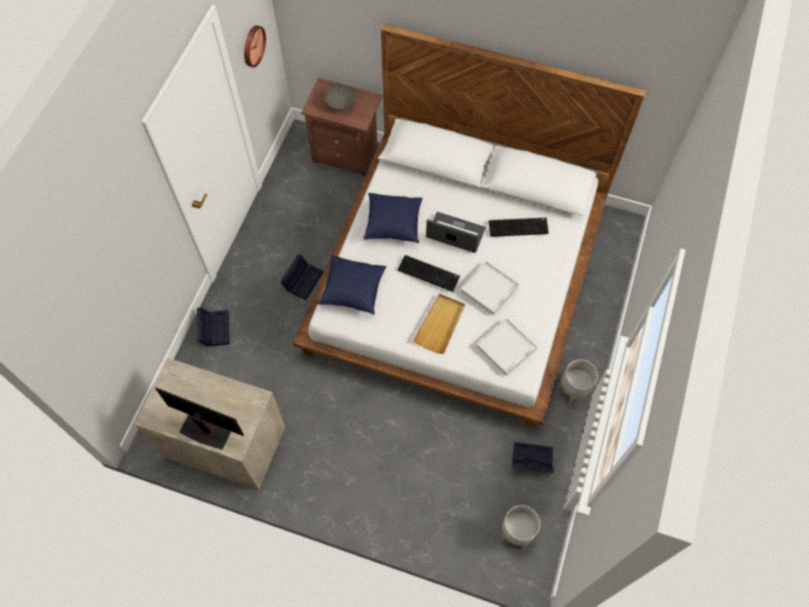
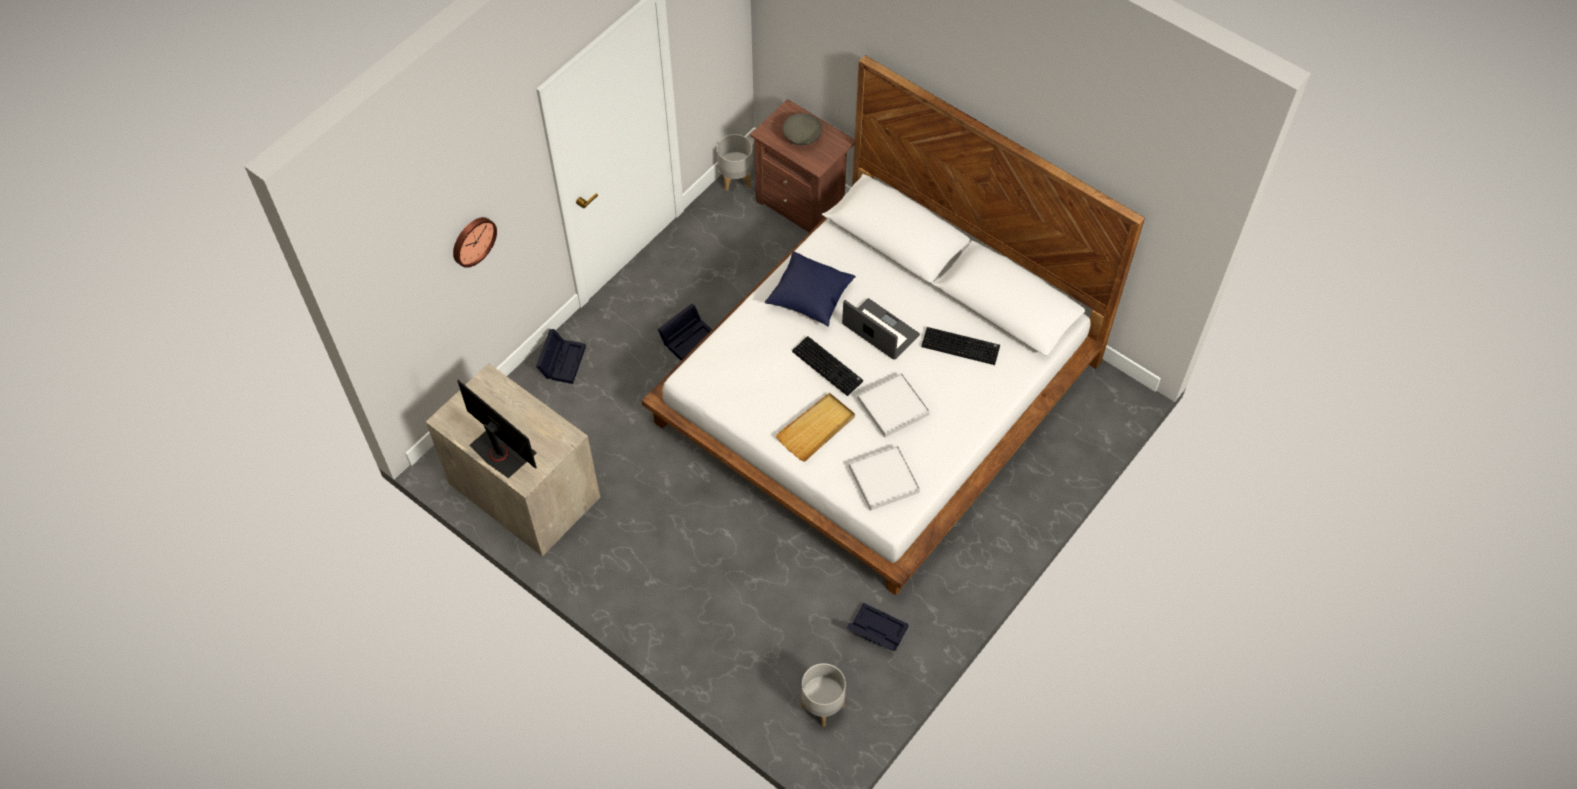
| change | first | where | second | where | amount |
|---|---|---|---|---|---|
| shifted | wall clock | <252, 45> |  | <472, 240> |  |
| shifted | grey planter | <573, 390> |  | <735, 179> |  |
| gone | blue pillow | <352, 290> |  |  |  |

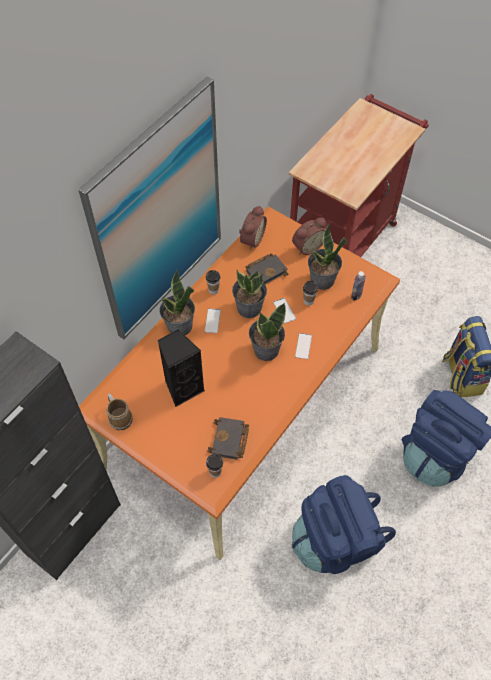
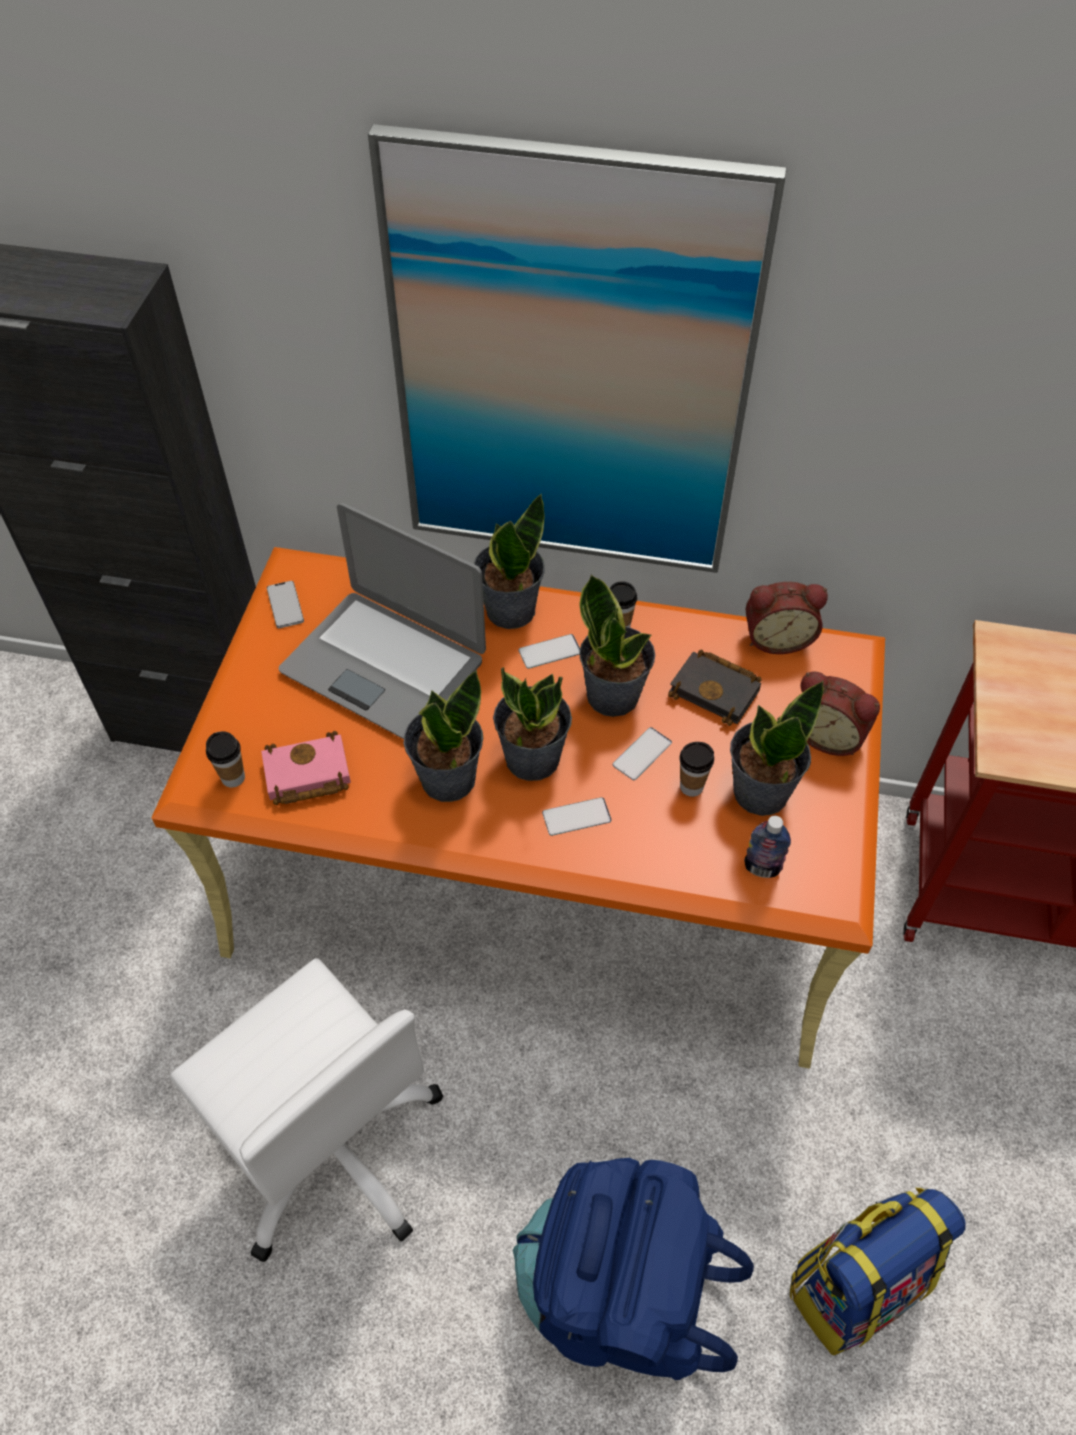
| change | first | where | second | where | amount |
|---|---|---|---|---|---|
| swapped | blue backpack | <335, 540> | white office chair | <331, 1145> |  |
| repainted | black book | <230, 441> | pink book | <305, 776> |  |
| swapped | mug | <120, 417> | phone | <285, 605> |  |
| swapped | black speaker | <183, 387> | laptop | <384, 664> |  |
| new |  |  | potted plant | <447, 778> |  |

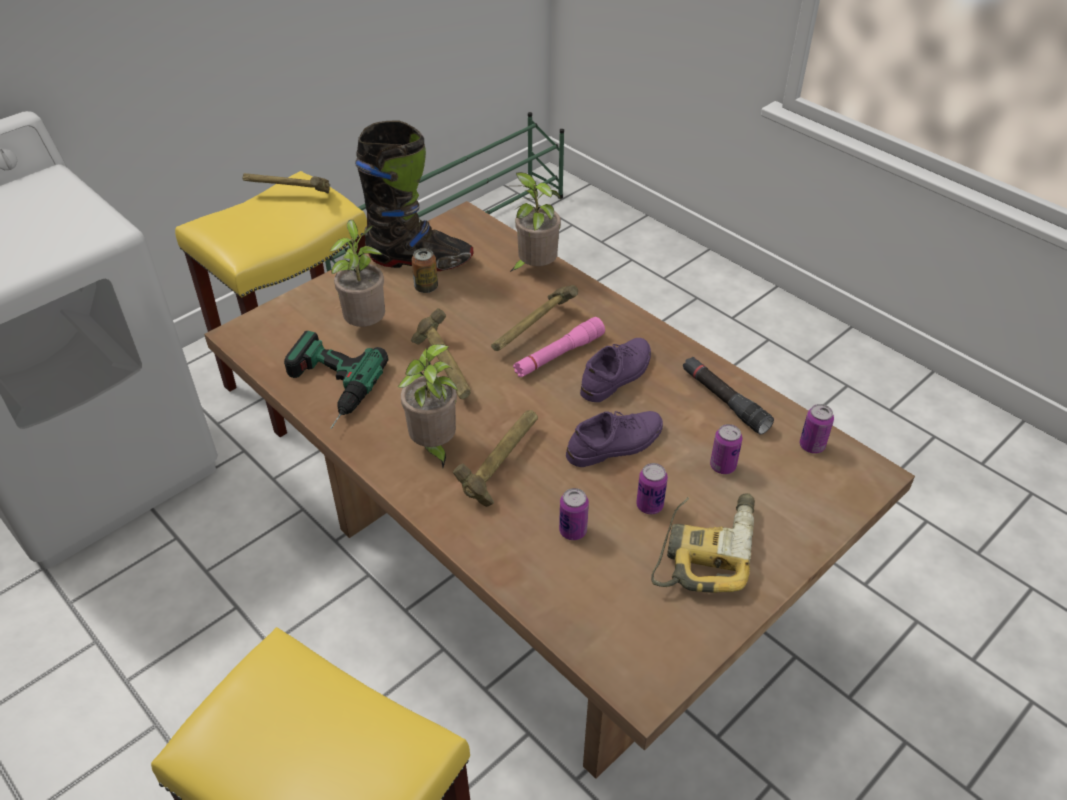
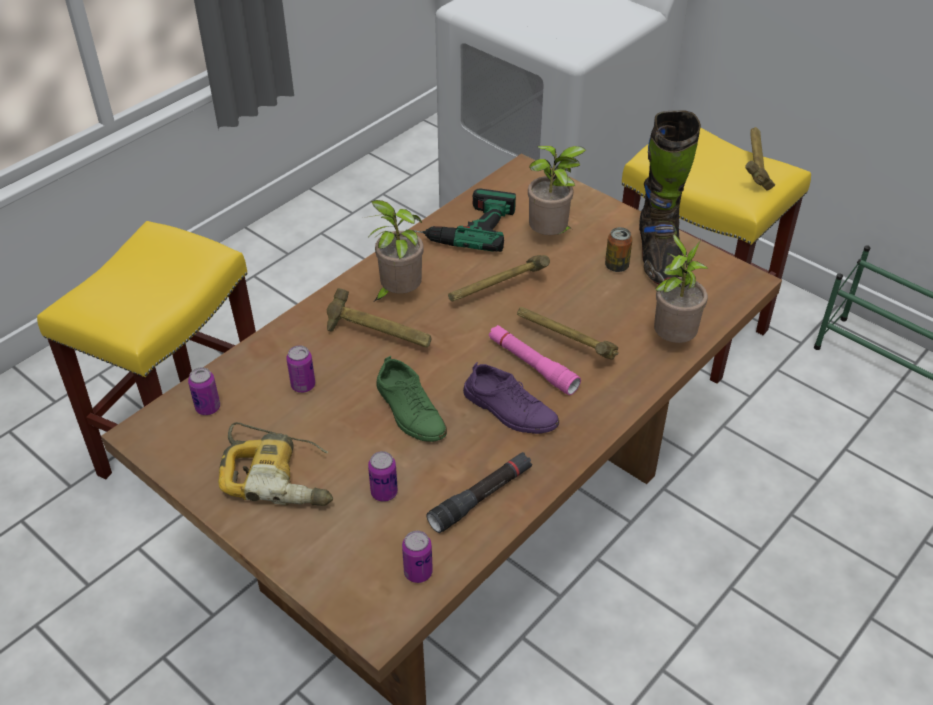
| change | first | where | second | where | amount |
|---|---|---|---|---|---|
| shifted | can | <649, 505> |  | <208, 408> |  |
| repainted | purple shoe | <615, 444> | green shoe | <410, 411> |  |

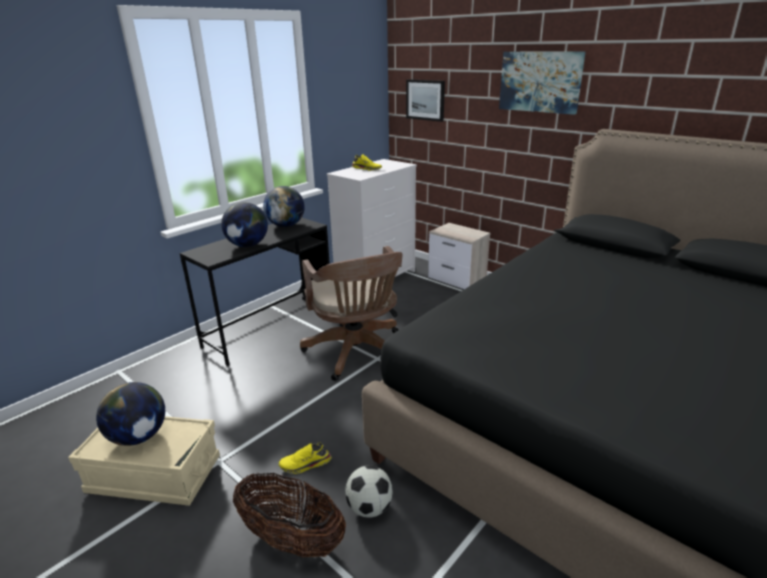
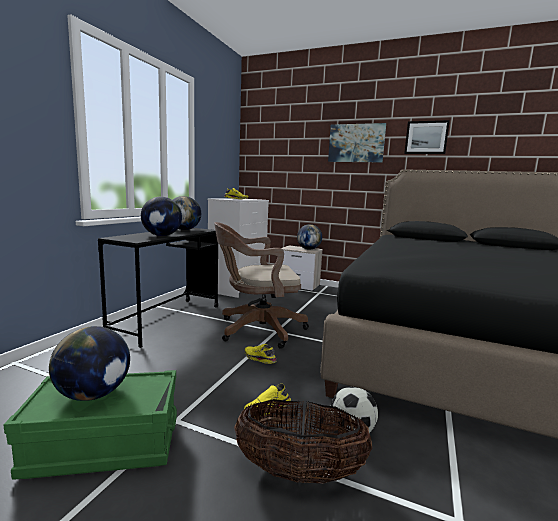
| change | first | where | second | where | amount |
|---|---|---|---|---|---|
| repainted | beige storage box | <155, 475> | green storage box | <105, 445> |  |
| rotated | brown office chair | <357, 353> |  | <257, 329> | 120 degrees clockwise |
| new |  |  | yellow shoe | <259, 358> |  |
| new |  |  | globe | <308, 249> |  |
| shifted | picture | <425, 100> |  | <426, 137> |  |

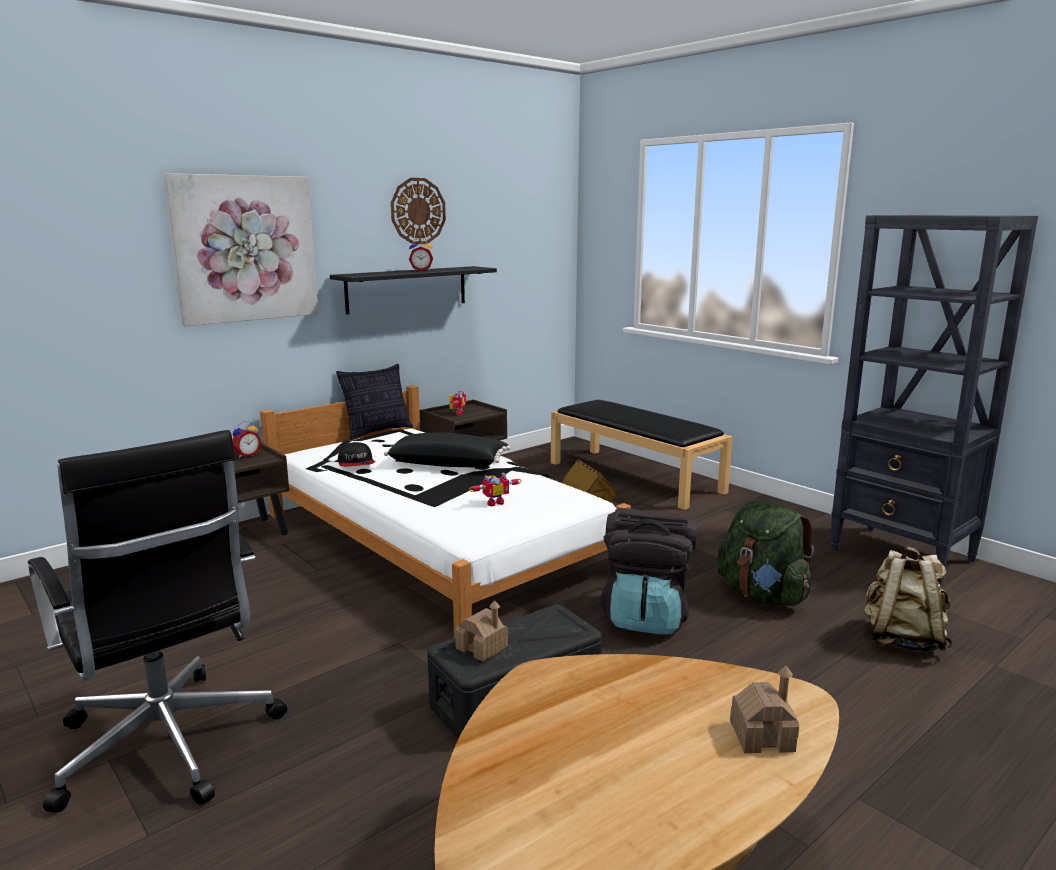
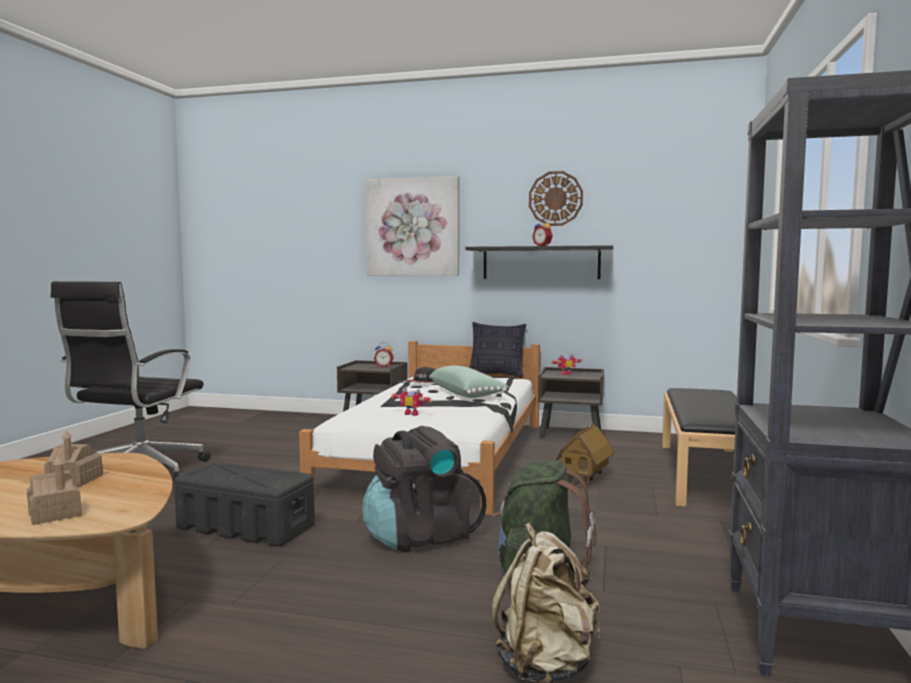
| change | first | where | second | where | amount |
|---|---|---|---|---|---|
| shifted | toy house | <482, 647> |  | <75, 480> |  |
| repainted | black pillow | <448, 464> | green pillow | <466, 394> |  |

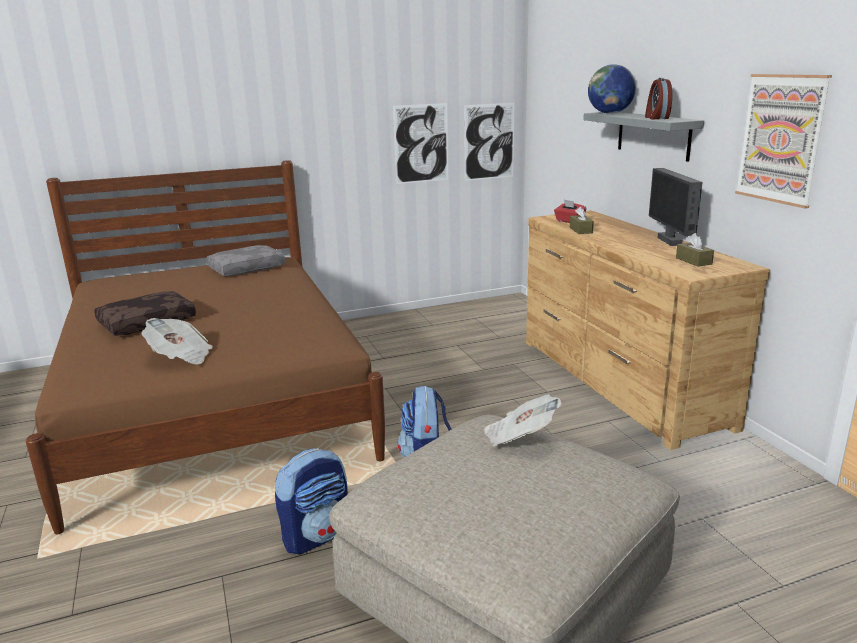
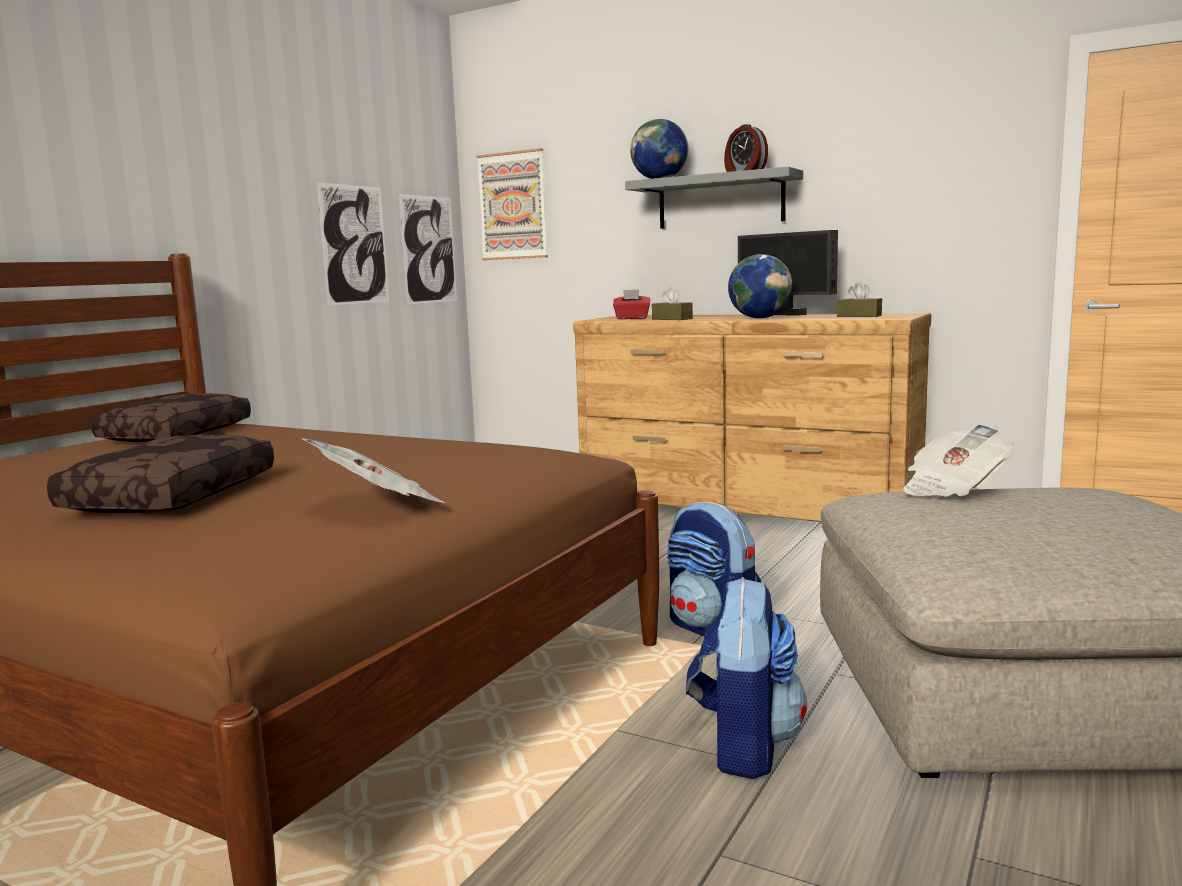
| change | first | where | second | where | amount |
|---|---|---|---|---|---|
| repainted | grey pillow | <247, 268> | brown pillow | <176, 434> |  |
| shifted | picture | <781, 139> |  | <513, 206> |  |
| new |  |  | globe | <760, 318> |  |

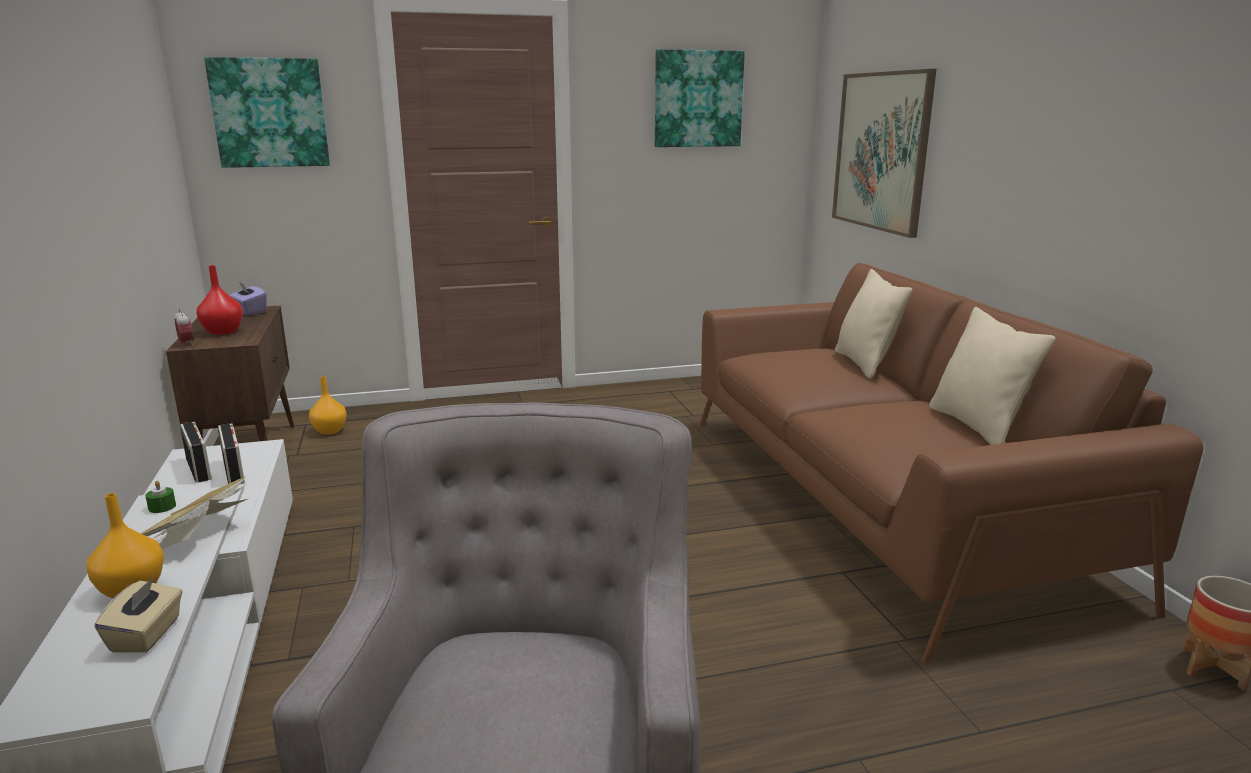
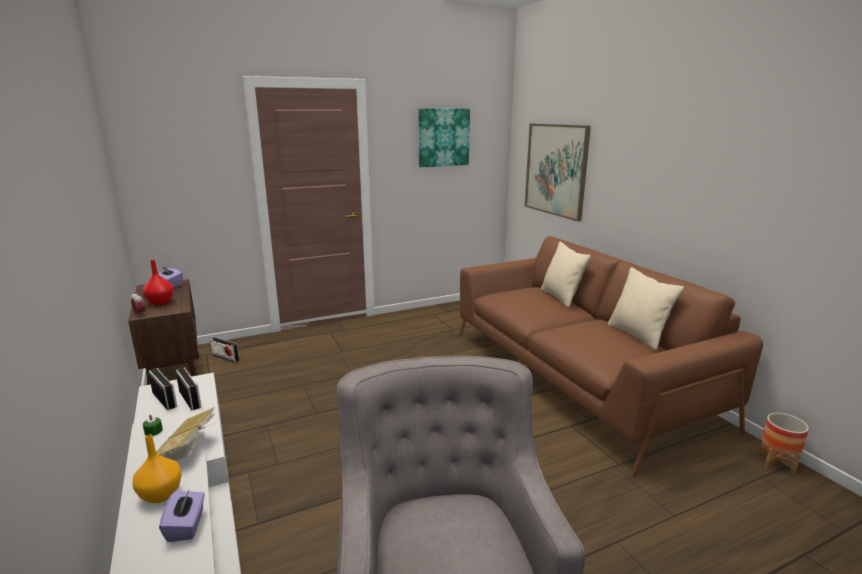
| change | first | where | second | where | amount |
|---|---|---|---|---|---|
| repainted | beige tissue box | <147, 635> | purple tissue box | <186, 526> |  |
| swapped | orange vase | <330, 431> | radio | <225, 358> |  |
| gone | picture | <270, 113> |  |  |  |

